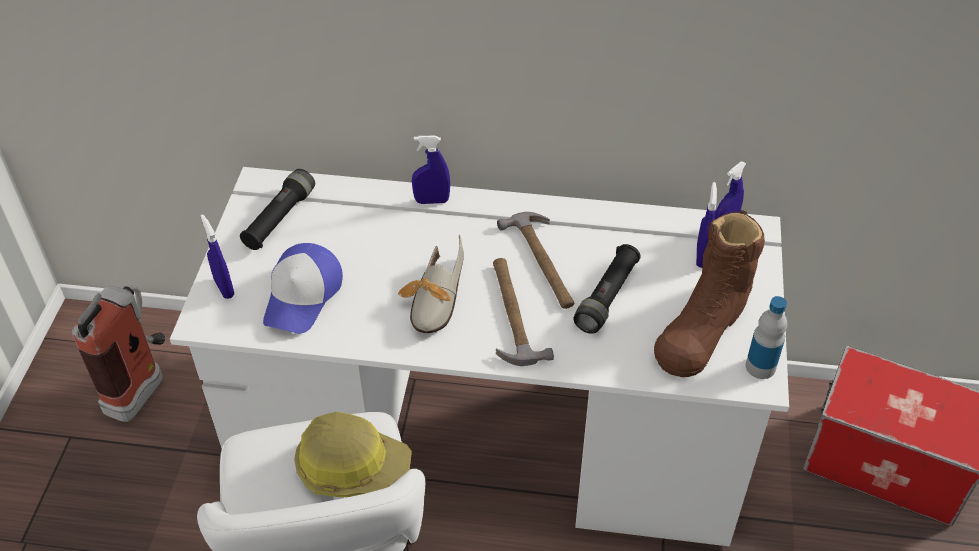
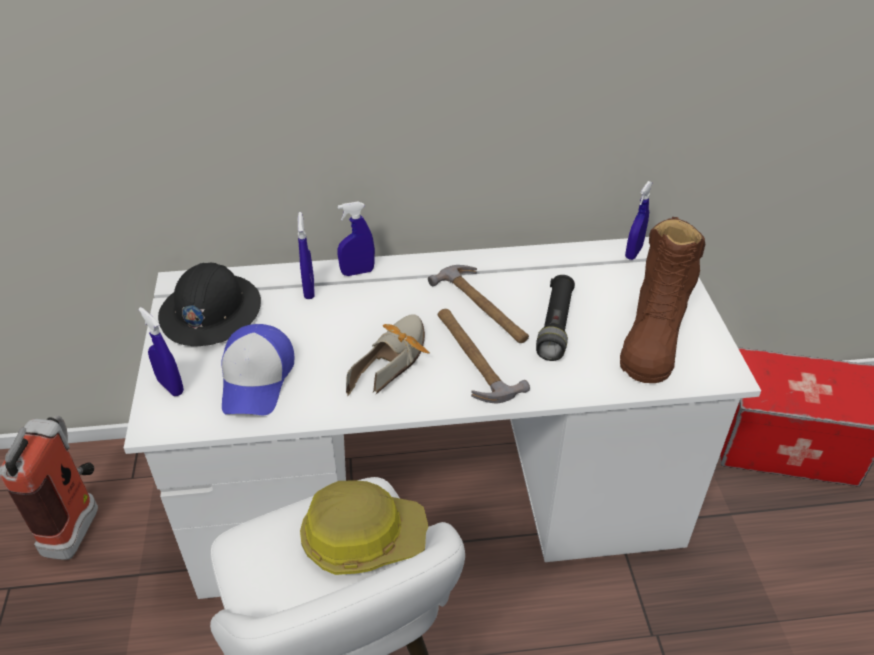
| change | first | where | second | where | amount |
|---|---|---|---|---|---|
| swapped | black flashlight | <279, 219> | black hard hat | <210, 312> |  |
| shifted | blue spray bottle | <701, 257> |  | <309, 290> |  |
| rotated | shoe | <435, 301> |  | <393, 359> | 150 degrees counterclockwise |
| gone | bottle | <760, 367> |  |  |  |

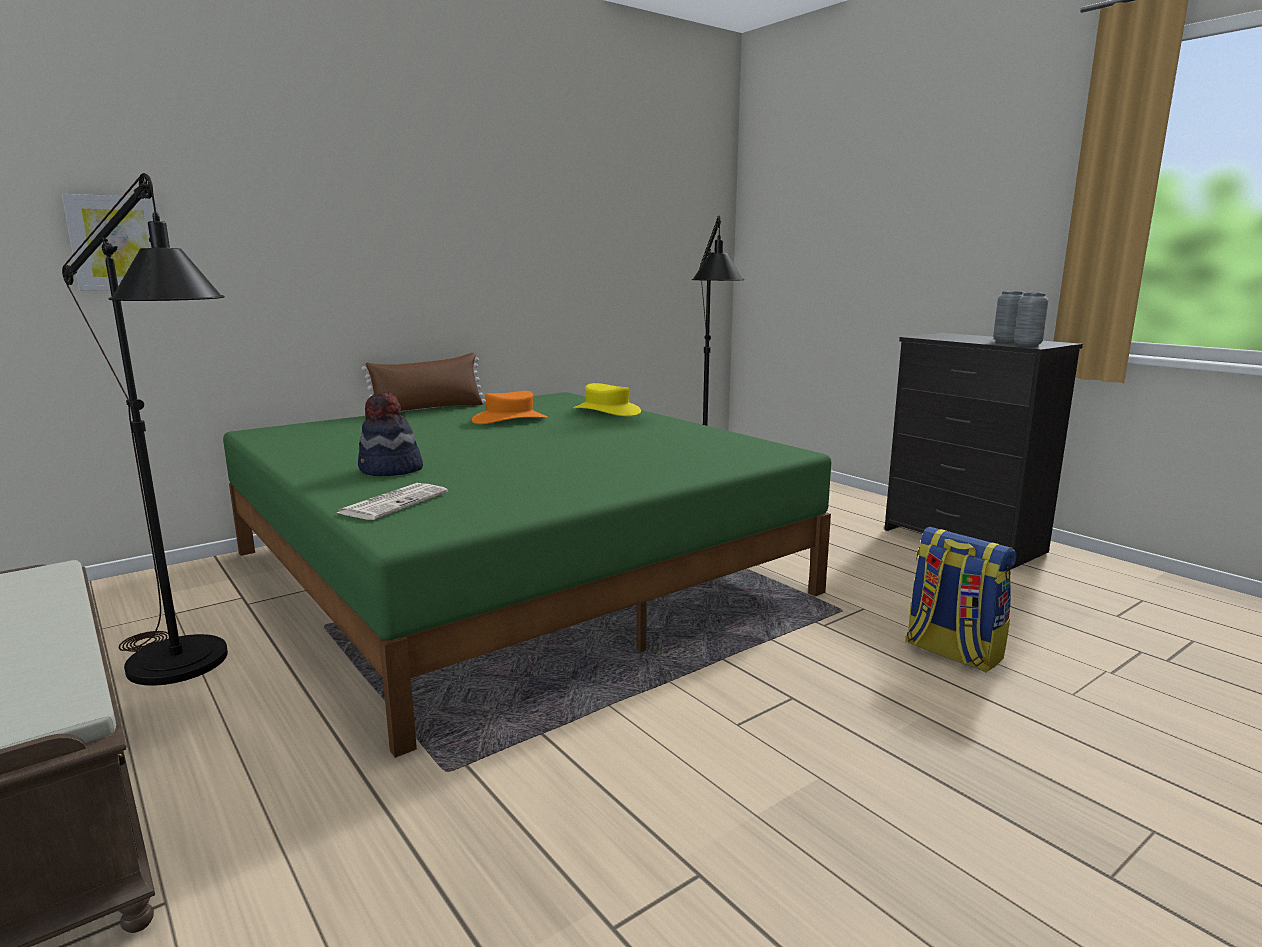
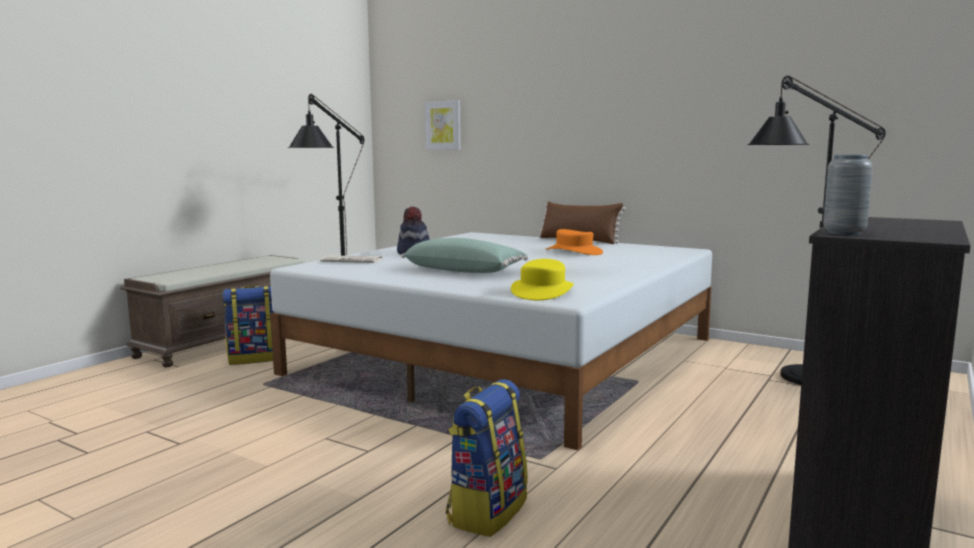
| change | first | where | second | where | amount |
|---|---|---|---|---|---|
| new |  |  | backpack | <255, 358> |  |
| repainted | green bed | <515, 571> | white bed | <508, 355> |  |
| new |  |  | green pillow | <464, 271> |  |
| shifted | yellow hat | <607, 411> |  | <542, 291> |  |
| gone | grey vase | <1006, 341> |  |  |  |

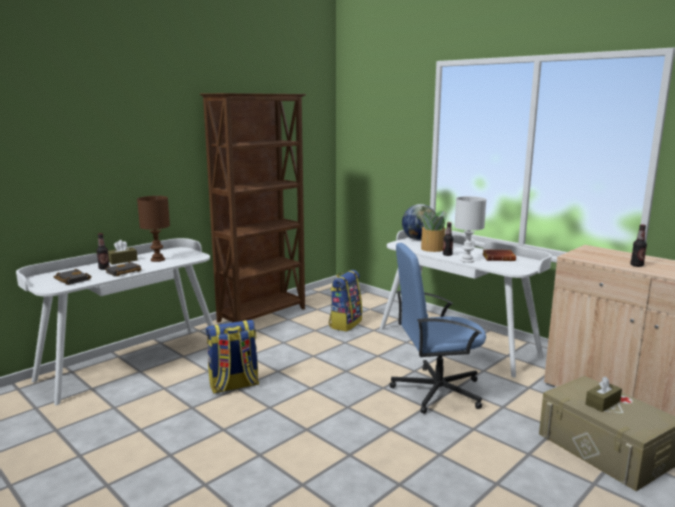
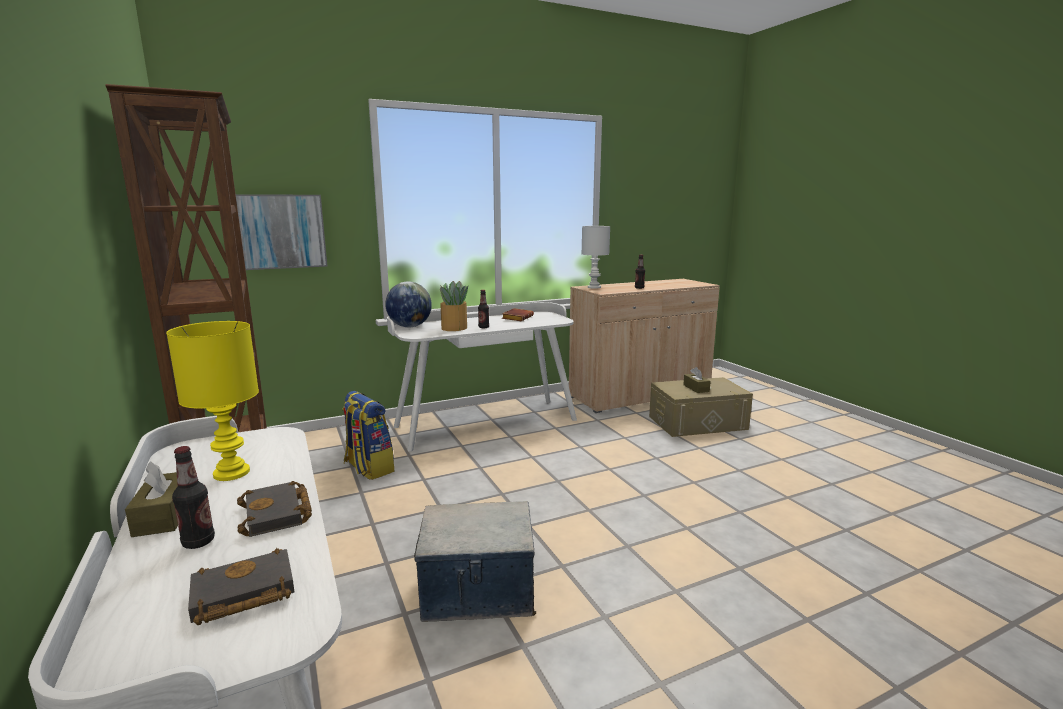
| change | first | where | second | where | amount |
|---|---|---|---|---|---|
| repainted | brown table lamp | <157, 260> | yellow table lamp | <232, 473> |  |
| new |  |  | picture | <276, 231> |  |
| swapped | backpack | <233, 385> | storage box | <478, 590> |  |
| shifted | white table lamp | <467, 261> |  | <594, 287> |  |
| gone | blue office chair | <436, 391> |  |  |  |

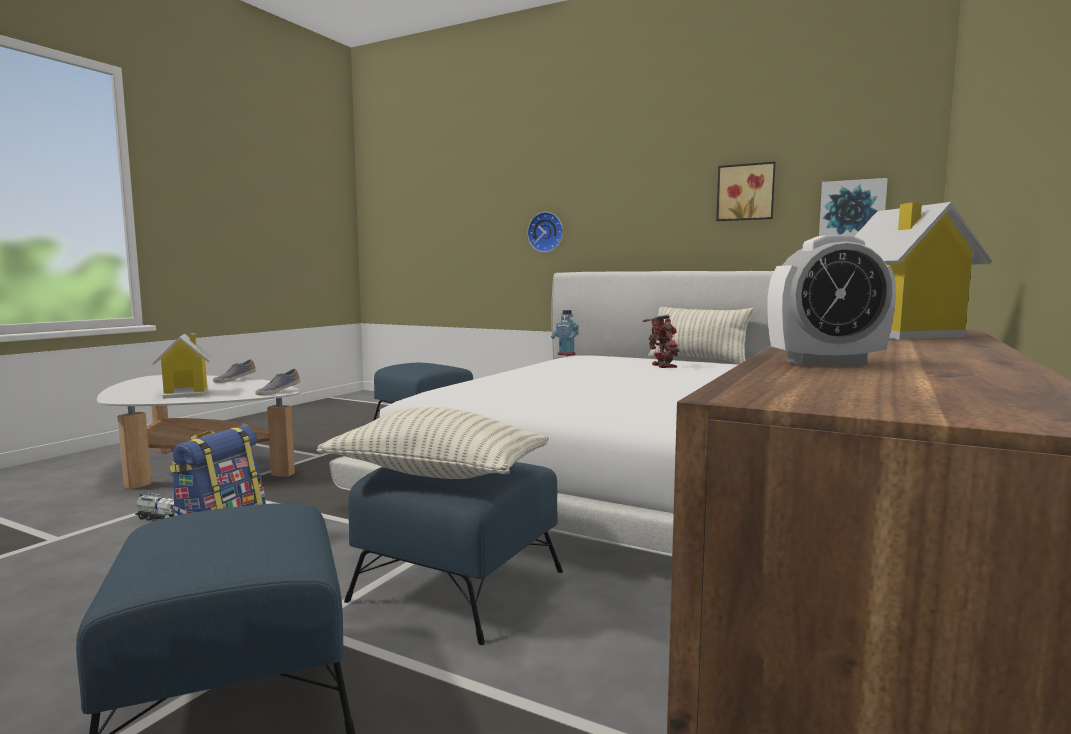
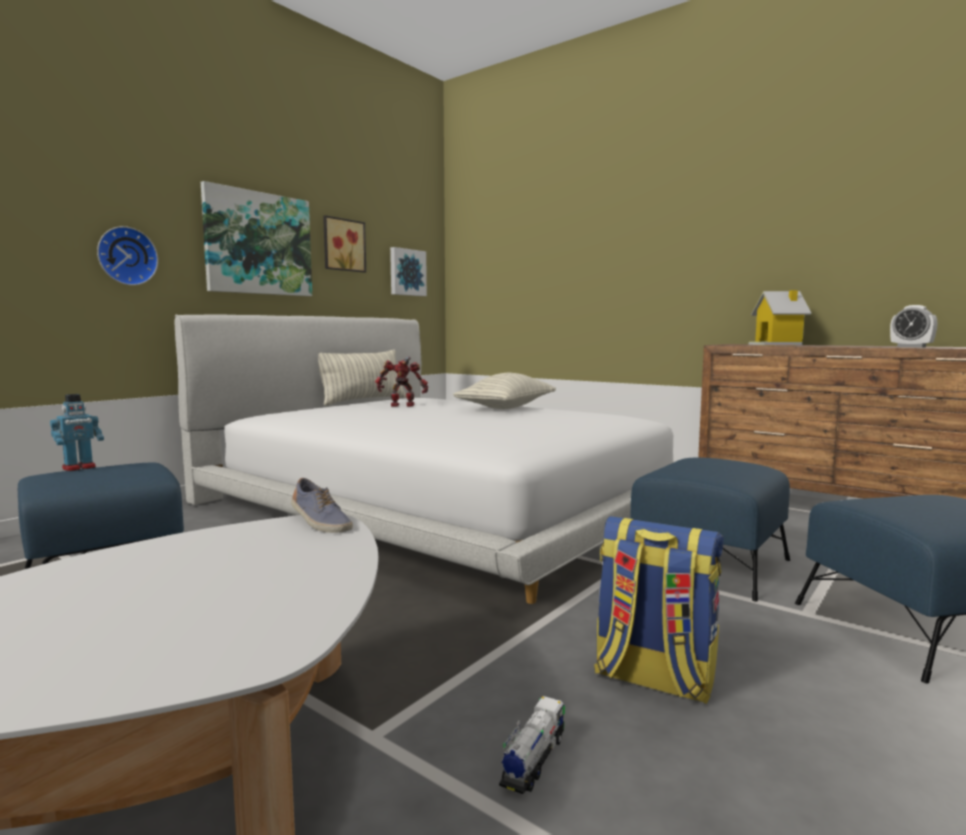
| change | first | where | second | where | amount |
|---|---|---|---|---|---|
| shifted | toy robot | <566, 354> |  | <79, 468> |  |
| new |  |  | picture | <258, 243> |  |
| shifted | pillow | <436, 474> |  | <506, 408> |  |
| rotated | alarm clock | <826, 362> |  | <911, 347> | 135 degrees clockwise |
| gone | toy house | <187, 393> |  |  |  |
| gone | shoe | <234, 379> |  |  |  |

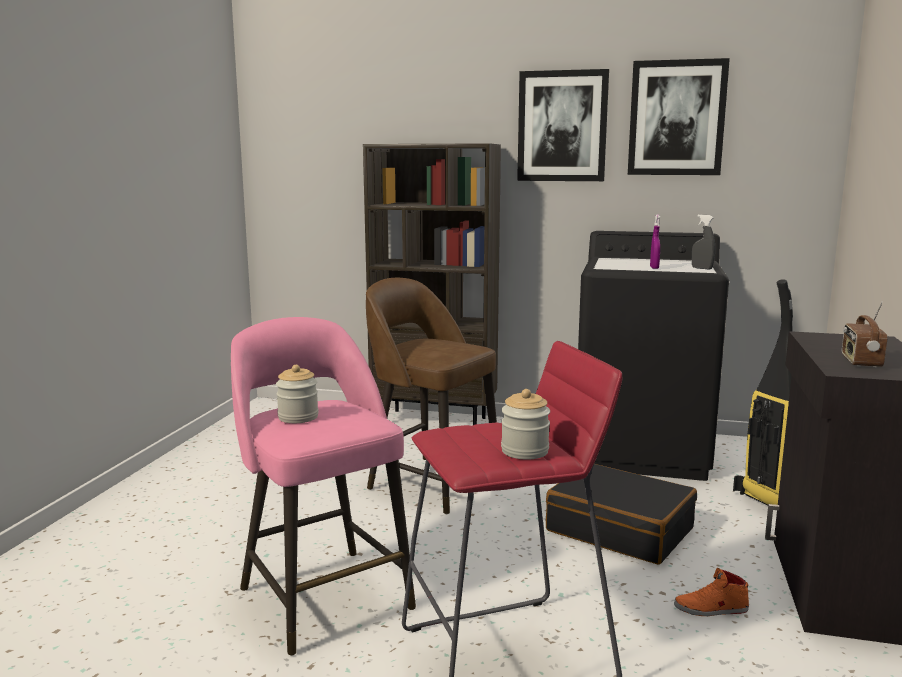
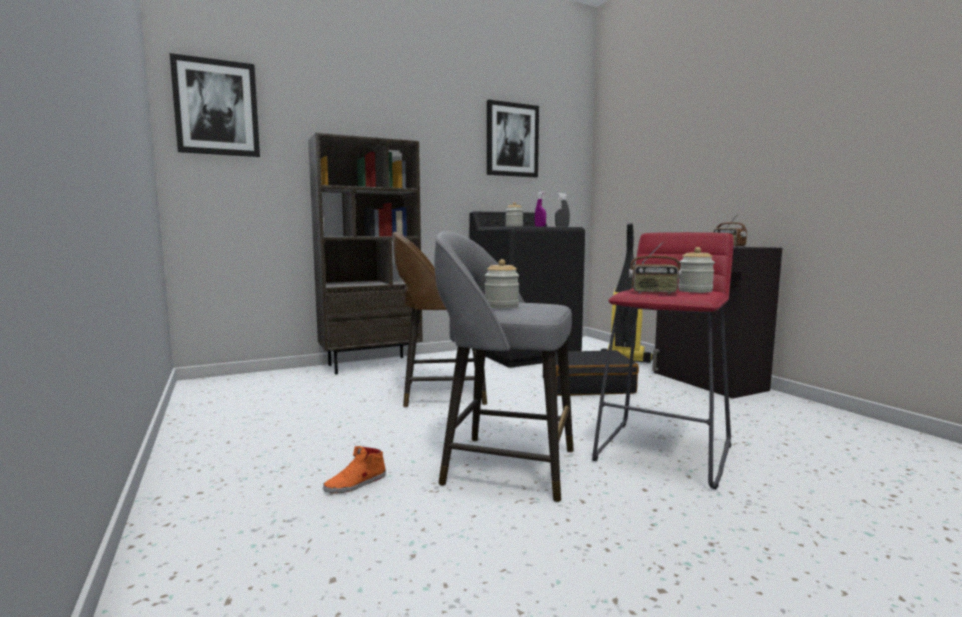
| change | first | where | second | where | amount |
|---|---|---|---|---|---|
| shifted | picture | <562, 126> |  | <216, 108> |  |
| shifted | orange shoe | <711, 609> |  | <356, 483> |  |
| repainted | pink stool | <323, 595> | grey stool | <505, 466> |  |
| new |  |  | jar | <514, 226> |  |
| new |  |  | radio | <653, 292> |  |

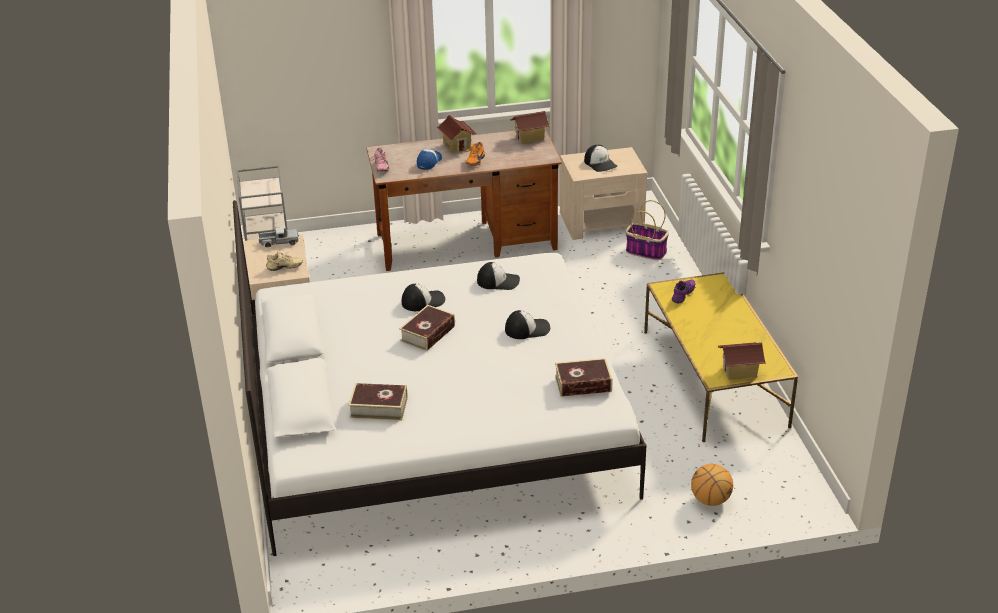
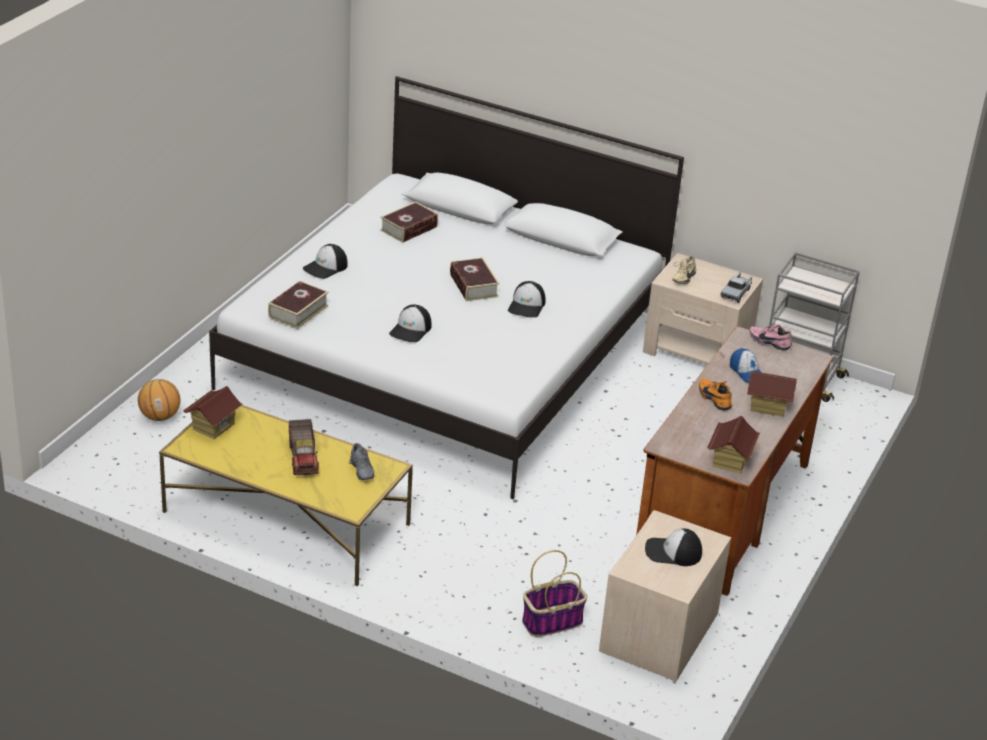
| change | first | where | second | where | amount |
|---|---|---|---|---|---|
| new |  |  | toy truck | <303, 458> |  |
| shifted | cap | <498, 281> |  | <326, 267> |  |
| repainted | purple shoe | <684, 295> | grey shoe | <360, 471> |  |

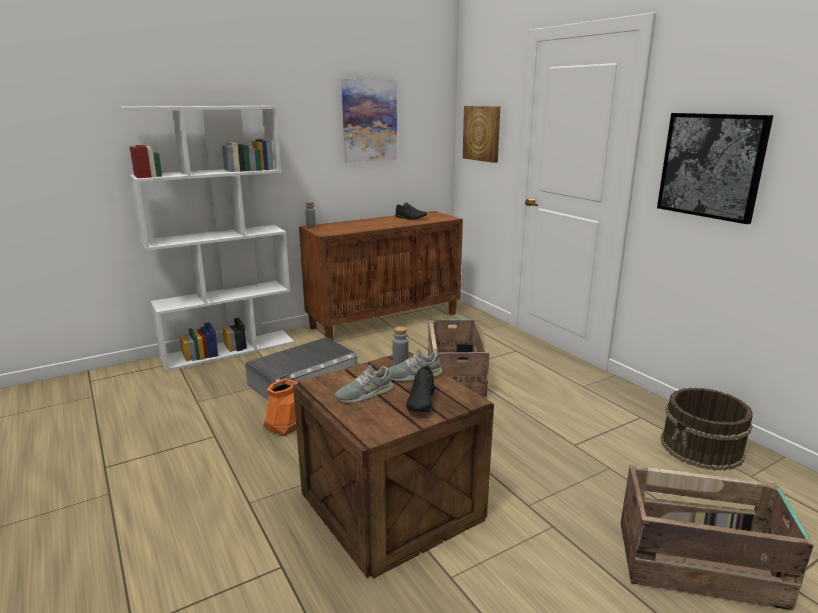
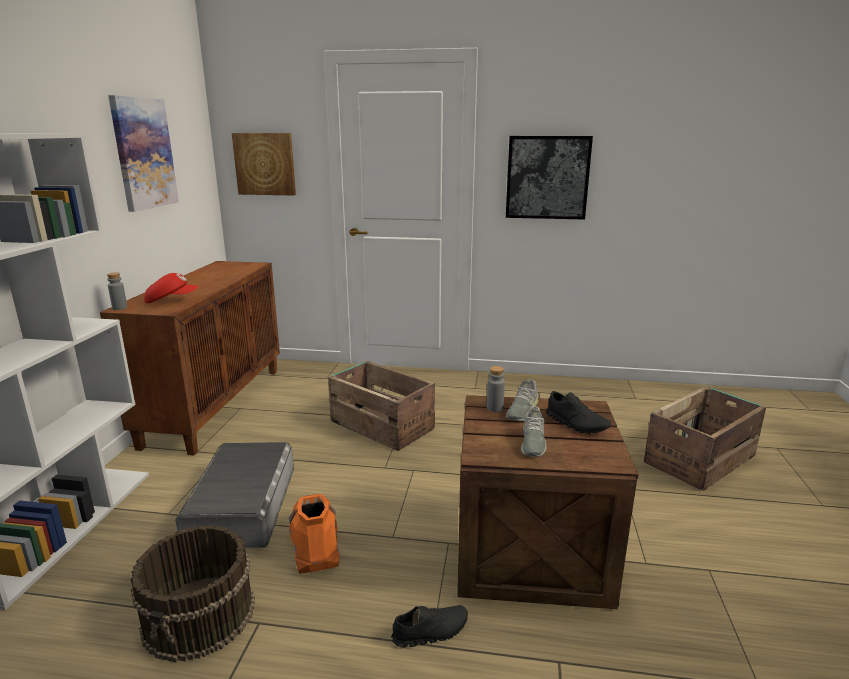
| change | first | where | second | where | amount |
|---|---|---|---|---|---|
| shifted | brown bucket | <702, 448> |  | <200, 615> |  |
| new |  |  | red cap | <172, 301> |  |
| shifted | black shoe | <410, 218> |  | <430, 632> |  |

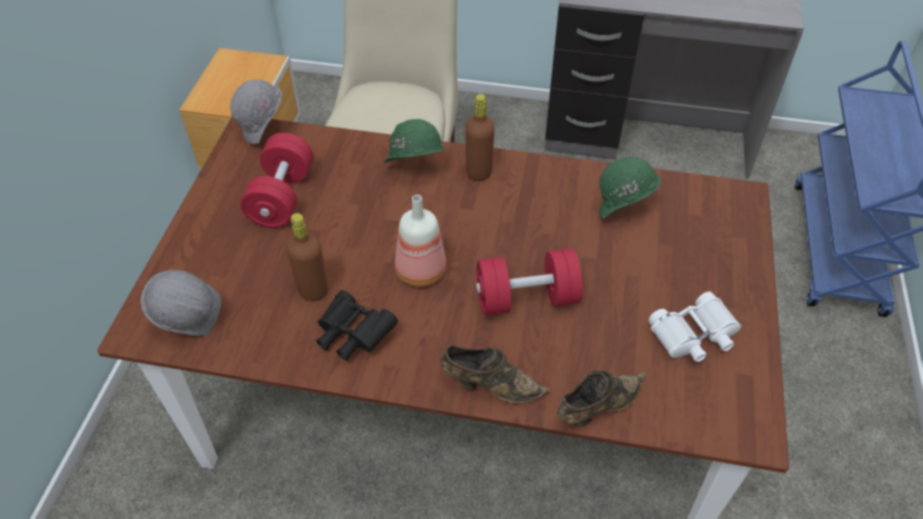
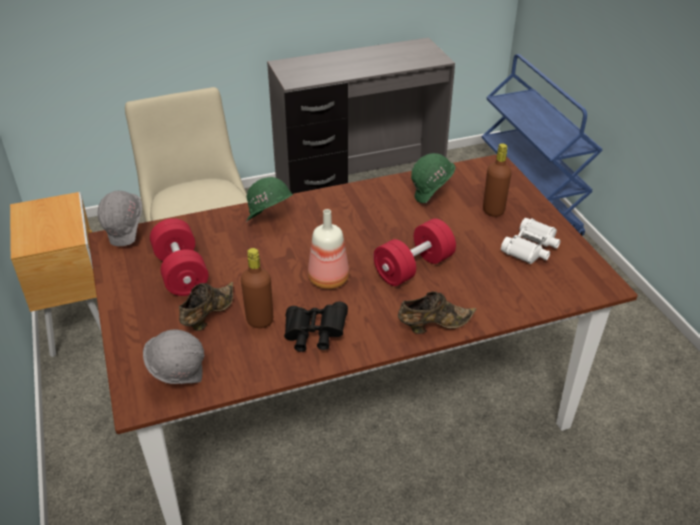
| change | first | where | second | where | amount |
|---|---|---|---|---|---|
| shifted | brown shoe | <596, 408> |  | <207, 316> |  |
| shifted | brown bottle | <478, 172> |  | <493, 211> |  |

